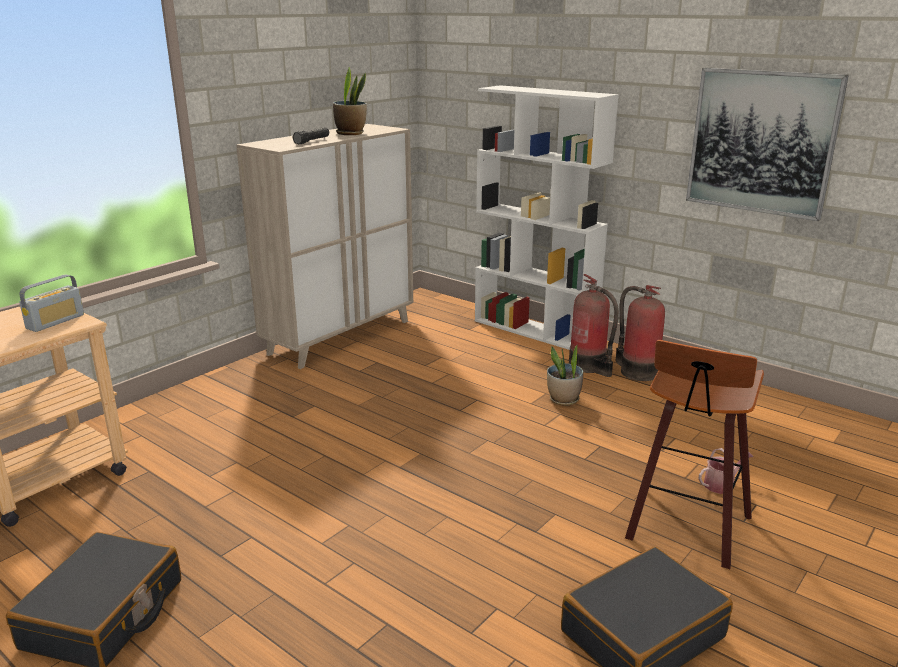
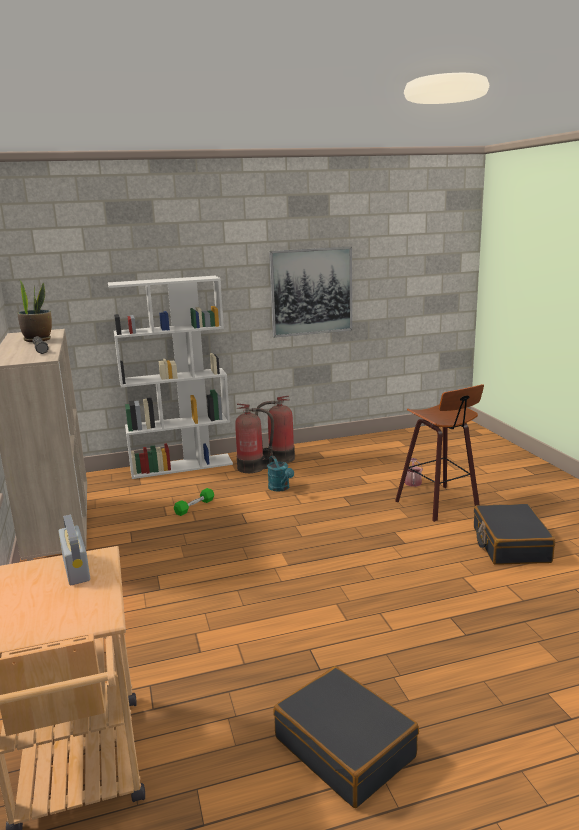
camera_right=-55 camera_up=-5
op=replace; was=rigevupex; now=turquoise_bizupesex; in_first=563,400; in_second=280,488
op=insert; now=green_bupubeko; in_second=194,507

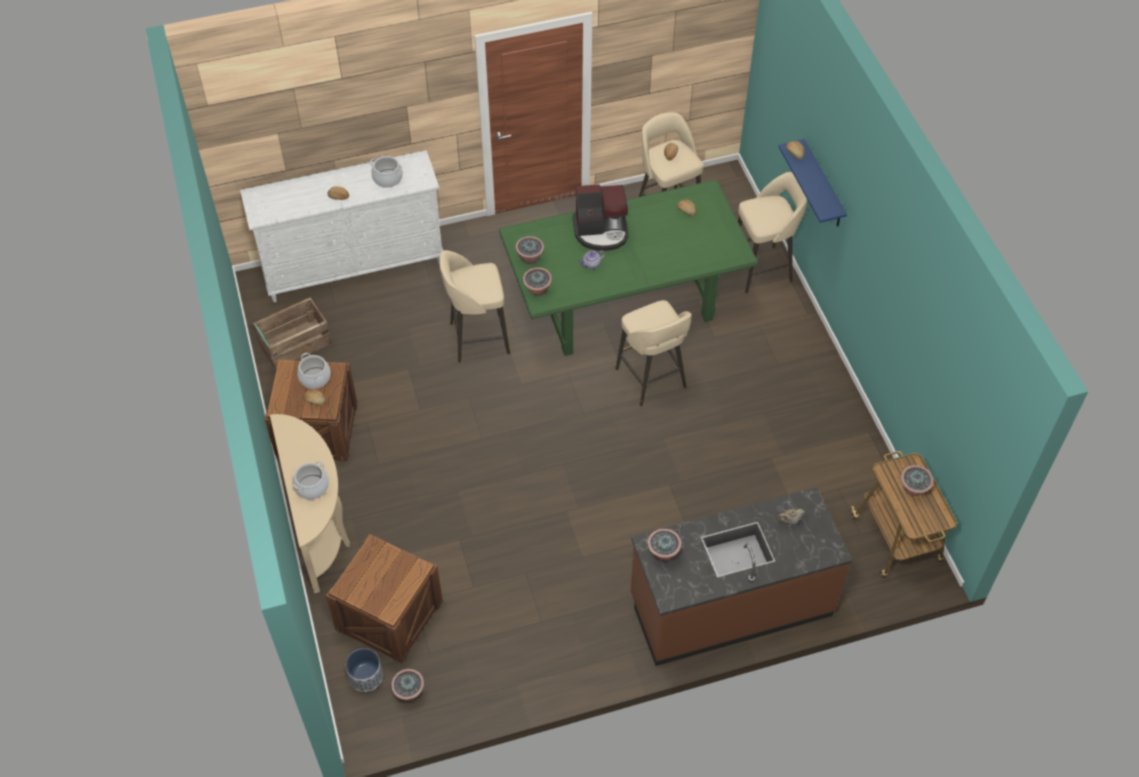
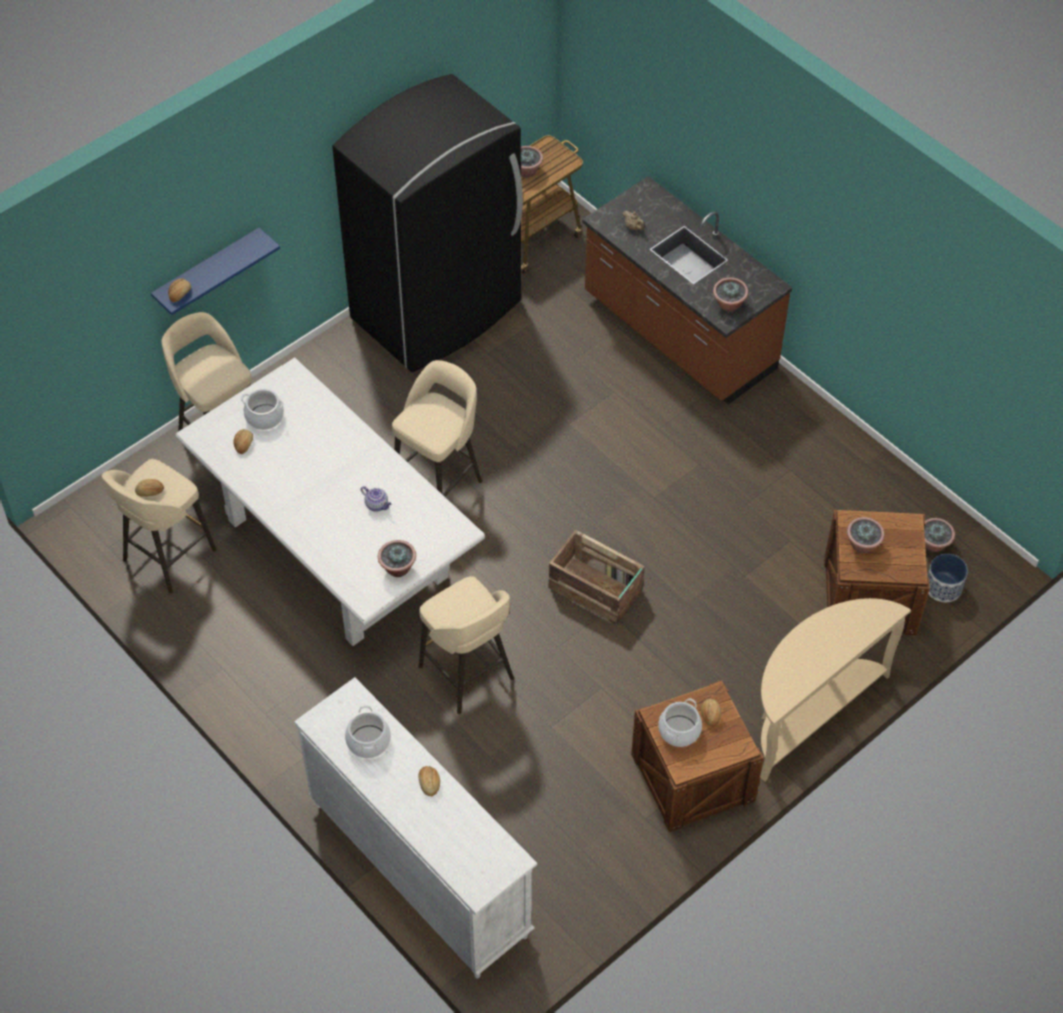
camera_right=-115 camera_up=0
op=recolor; was=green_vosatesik; now=white_vosatesik; in_first=624,303; in_second=338,549
op=delete; was=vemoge; in_first=601,231
op=move; was=rigevupex; in_first=537,290; in_second=862,545
op=move; was=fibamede; in_first=294,344; in_second=596,590
op=move; was=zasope; in_first=312,487; in_second=264,417
op=insert; now=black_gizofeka; in_second=438,311

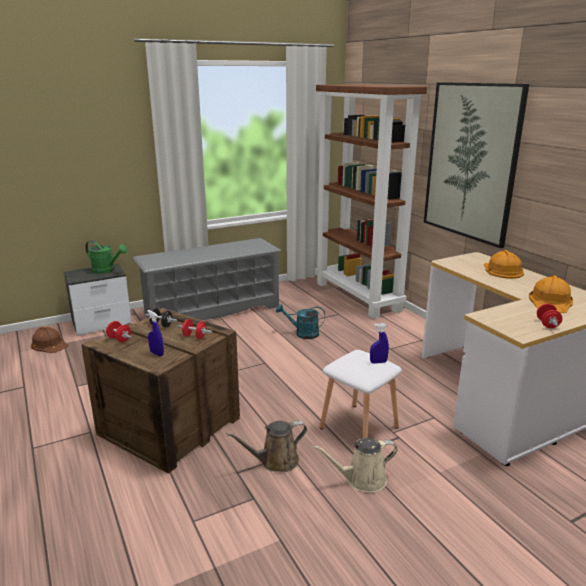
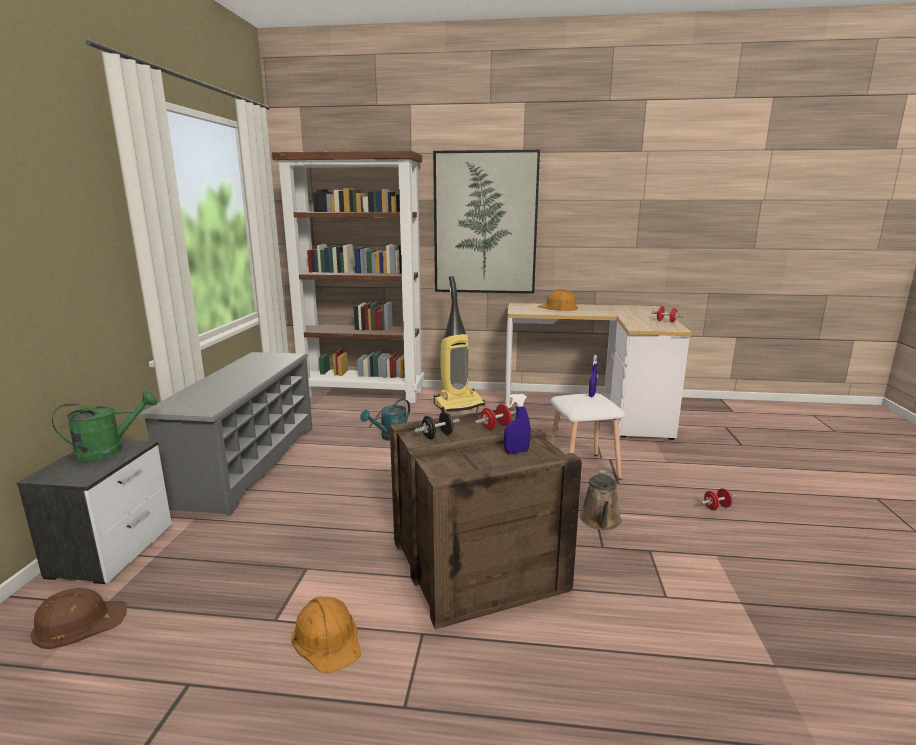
camera_right=-55 camera_up=-5
op=move; was=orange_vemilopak; in_first=551,301; in_second=327,638
op=move; was=red_bupubeko; in_first=119,339; in_second=716,507
op=delete; was=beige_bizupesex; in_first=362,480
op=insert; now=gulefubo; in_second=459,405

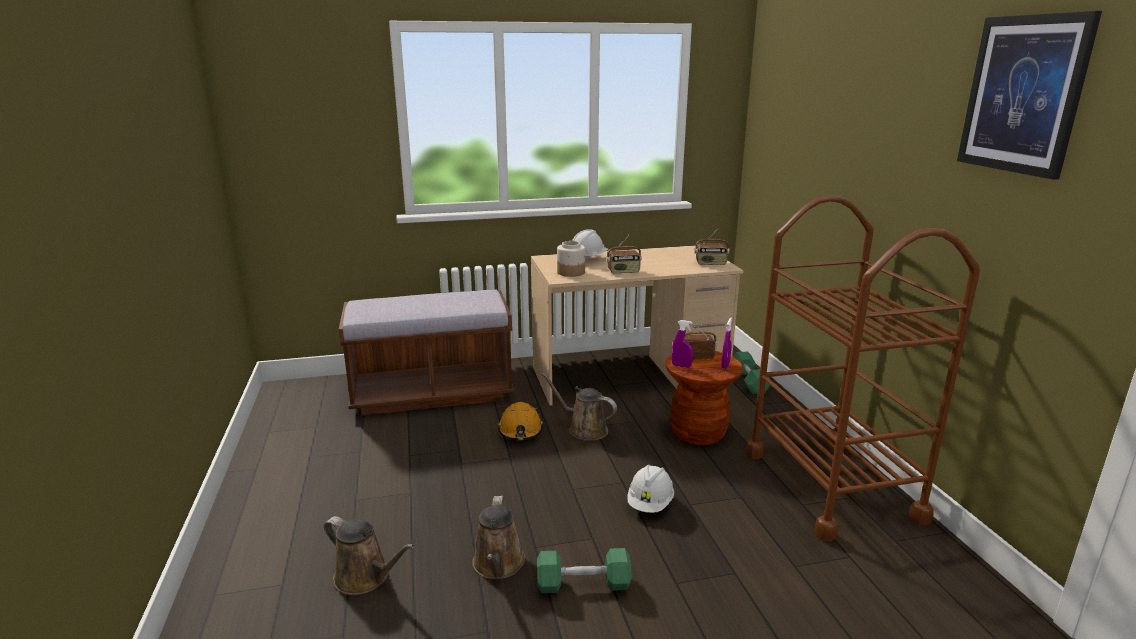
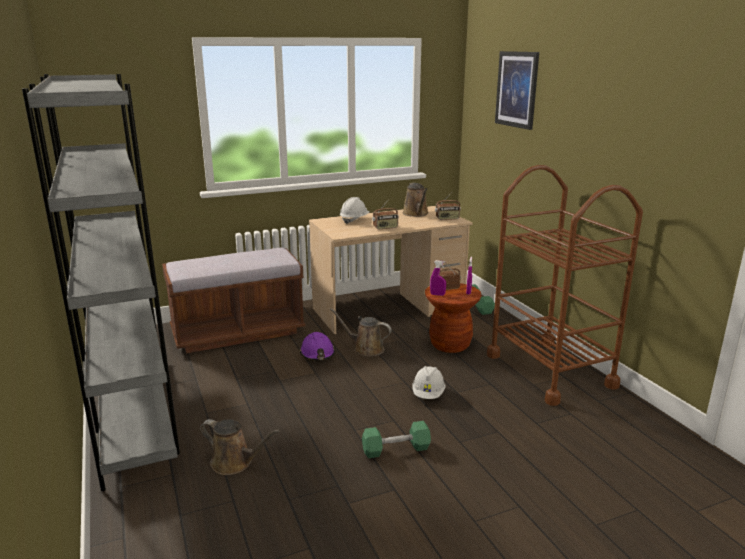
camera_right=-10 camera_up=0
op=move; was=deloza; in_first=1023,94; in_second=517,89
op=delete; was=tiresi; in_first=571,272
op=recolor; was=orange_vemilopak; now=purple_vemilopak; in_first=520,431; in_second=317,354
op=move; was=brown_bizupesex; in_first=498,565; in_second=416,214
op=insert; now=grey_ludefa; in_second=134,415

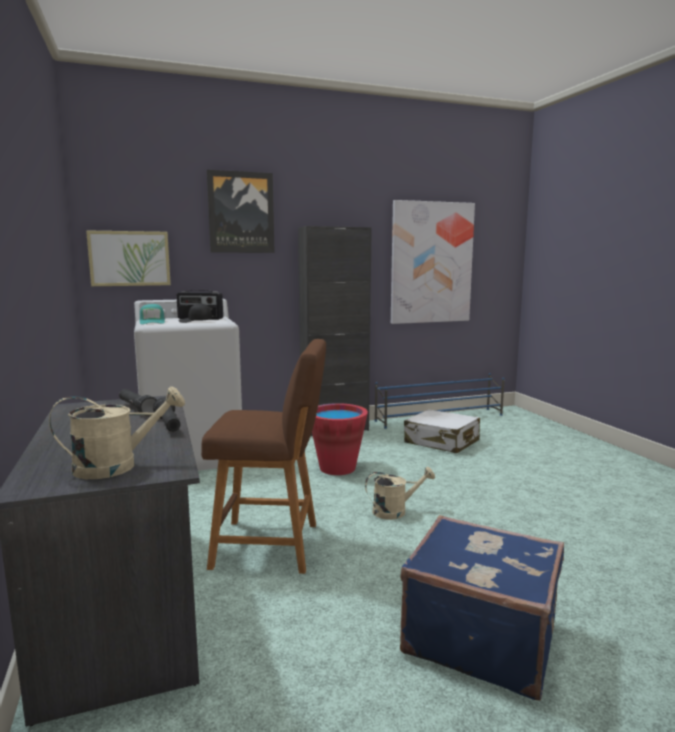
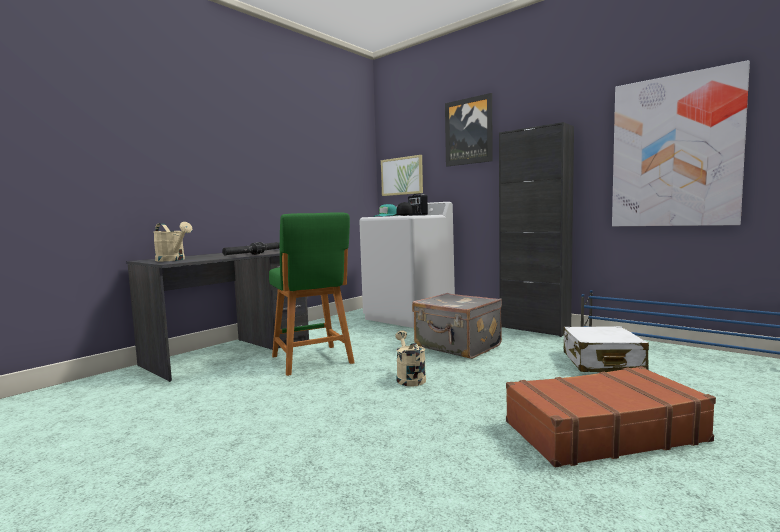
camera_right=60 camera_up=-5
op=recolor; was=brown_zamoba; now=green_zamoba; in_first=272,545; in_second=313,361
op=replace; was=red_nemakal; now=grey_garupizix; in_first=337,468; in_second=457,347
op=rotate; was=beige_bizupesex; in_first=395,511; in_second=409,378; clockwise=-150
op=delete; was=blue_garupizix; in_first=480,637
op=insert; now=brown_garupizix; in_second=602,431

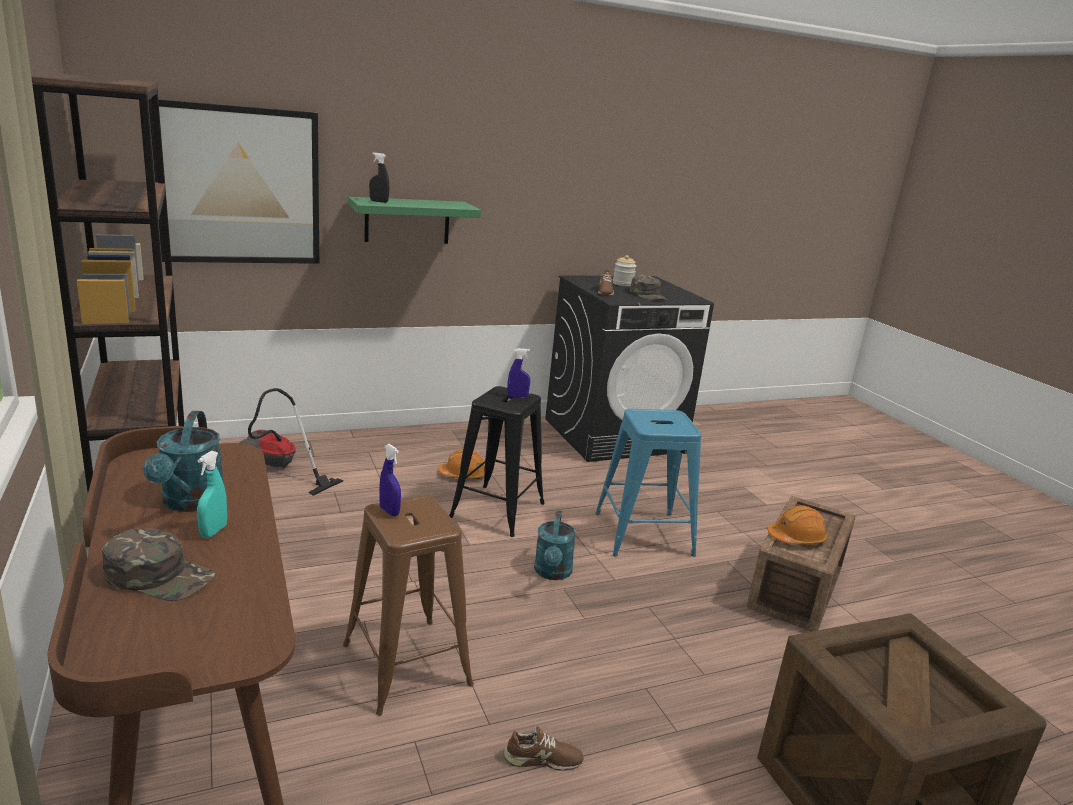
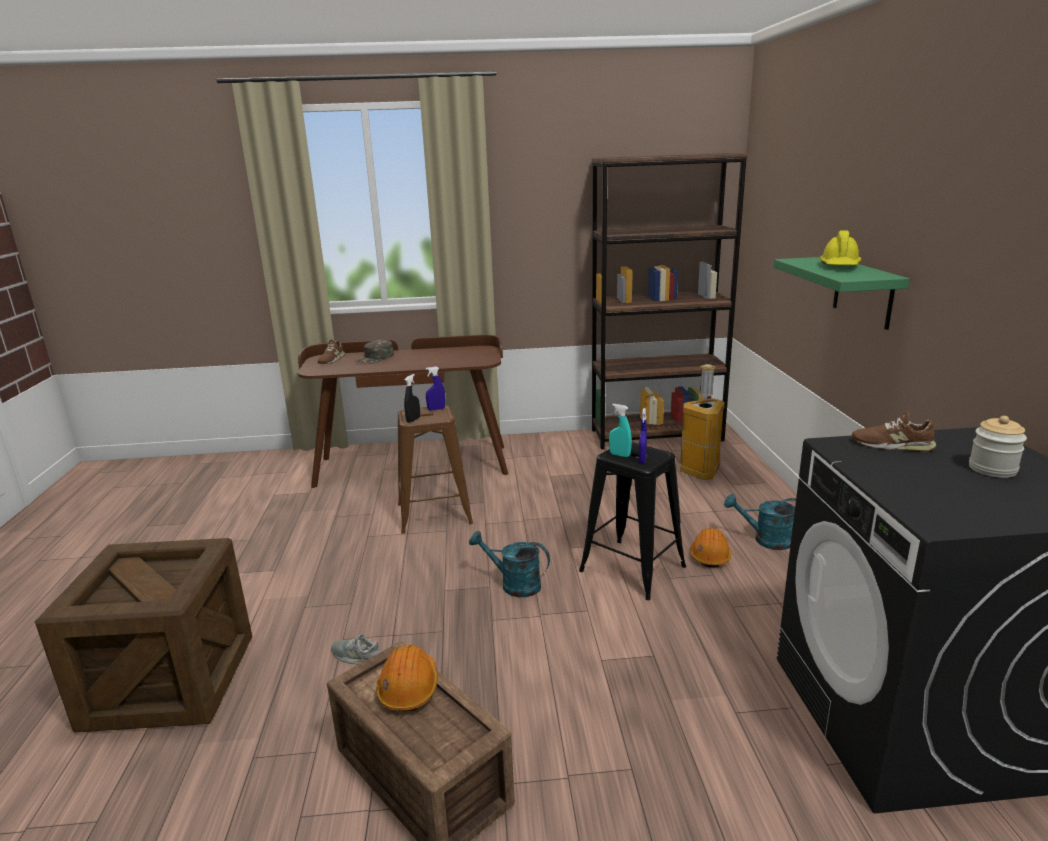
camera_right=110 camera_up=0
op=delete; was=deloza; in_first=239,186
op=move; was=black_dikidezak; in_first=379,201; in_second=413,420
op=delete; was=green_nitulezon; in_first=648,295
op=replace; was=gulefubo; now=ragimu; in_first=277,468; in_second=702,471
op=delete; was=blue_zamoba; in_first=643,534
op=move; was=turquoise_bizupesex; in_first=190,503; in_second=766,540
op=move; was=turquoise_dikidezak; in_first=213,531; in_second=619,455
op=move; was=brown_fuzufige; in_first=542,759; in_second=331,359
op=insert; now=yellow_vemilopak; in_second=839,266
op=insert; now=grey_fuzufige; in_second=357,657

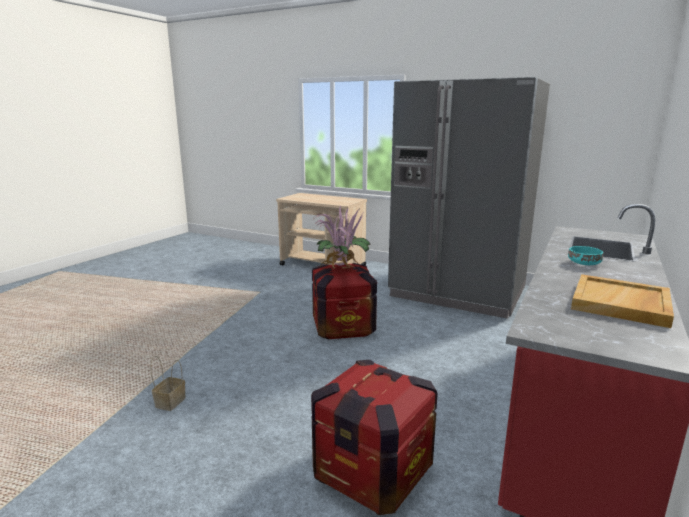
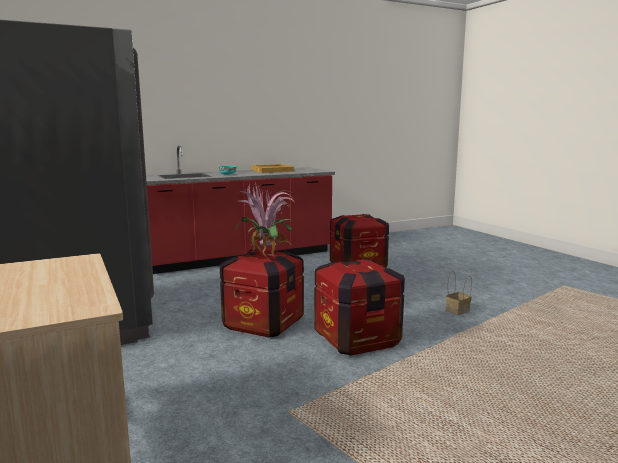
camera_right=-145 camera_up=-5
op=insert; now=fibamede; in_second=357,339

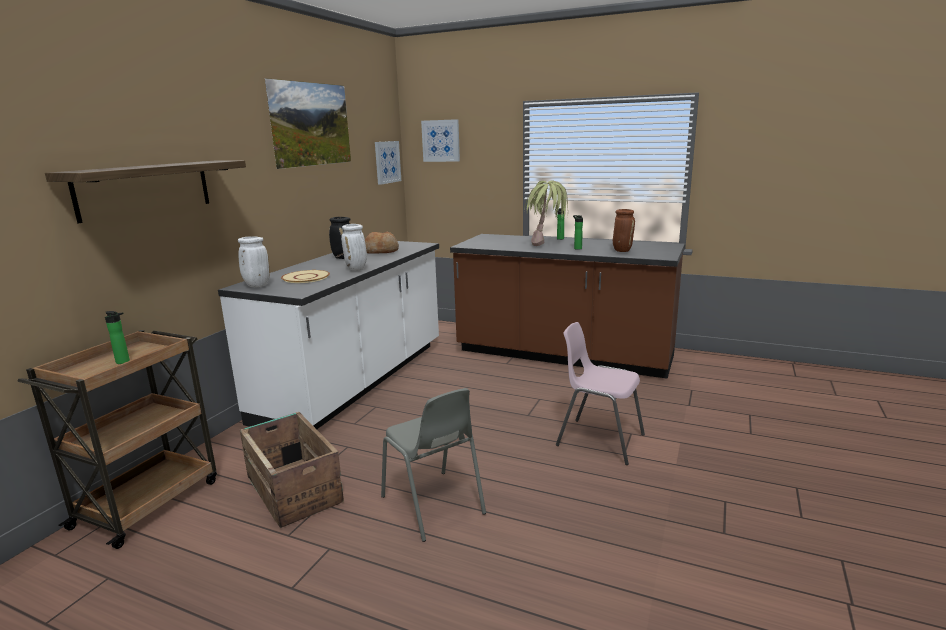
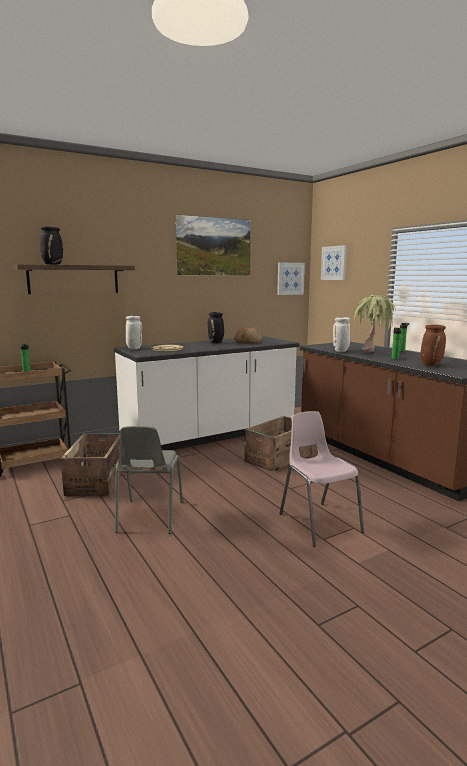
camera_right=35 camera_up=-5
op=move; was=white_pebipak; in_first=356,269; in_second=341,351
op=insert; now=black_pebipak; in_second=53,264
op=insert; now=fibamede; in_second=277,458

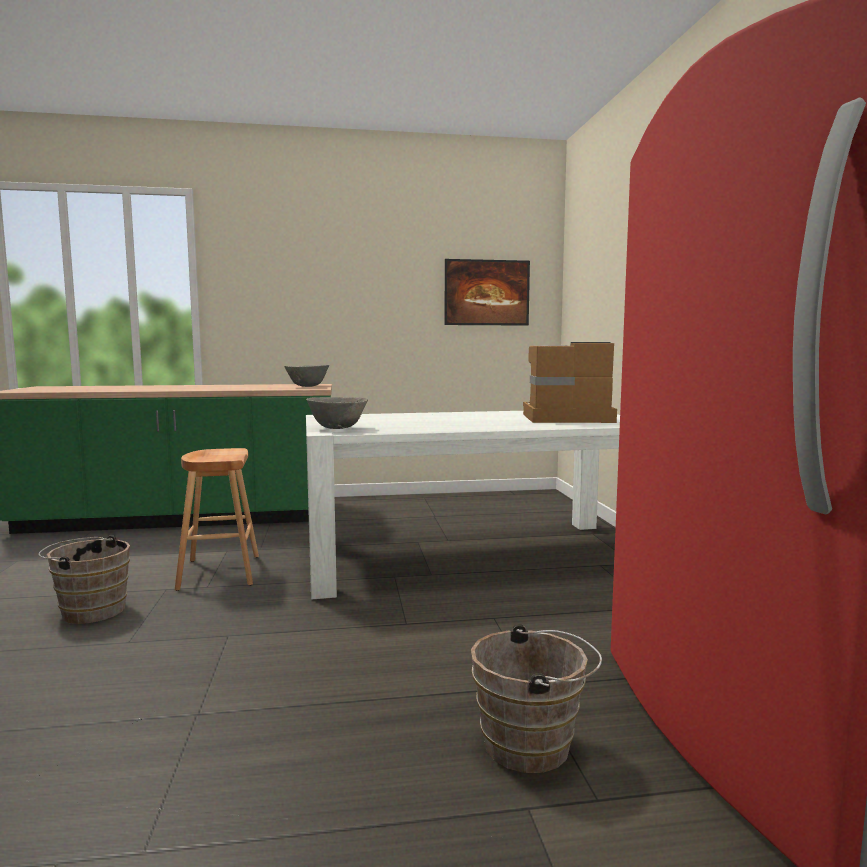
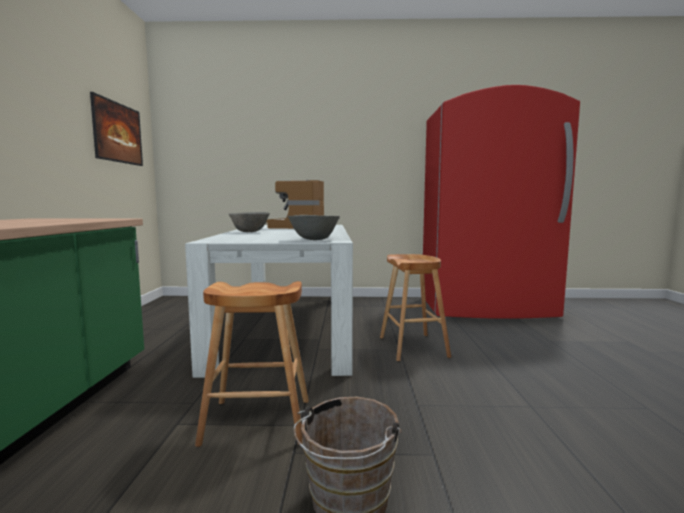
camera_right=-80 camera_up=0
op=move; was=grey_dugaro; in_first=307,386; in_second=250,232
op=delete; was=brown_nemakal; in_first=534,745
op=insert; now=brown_zamoba; in_second=412,347

